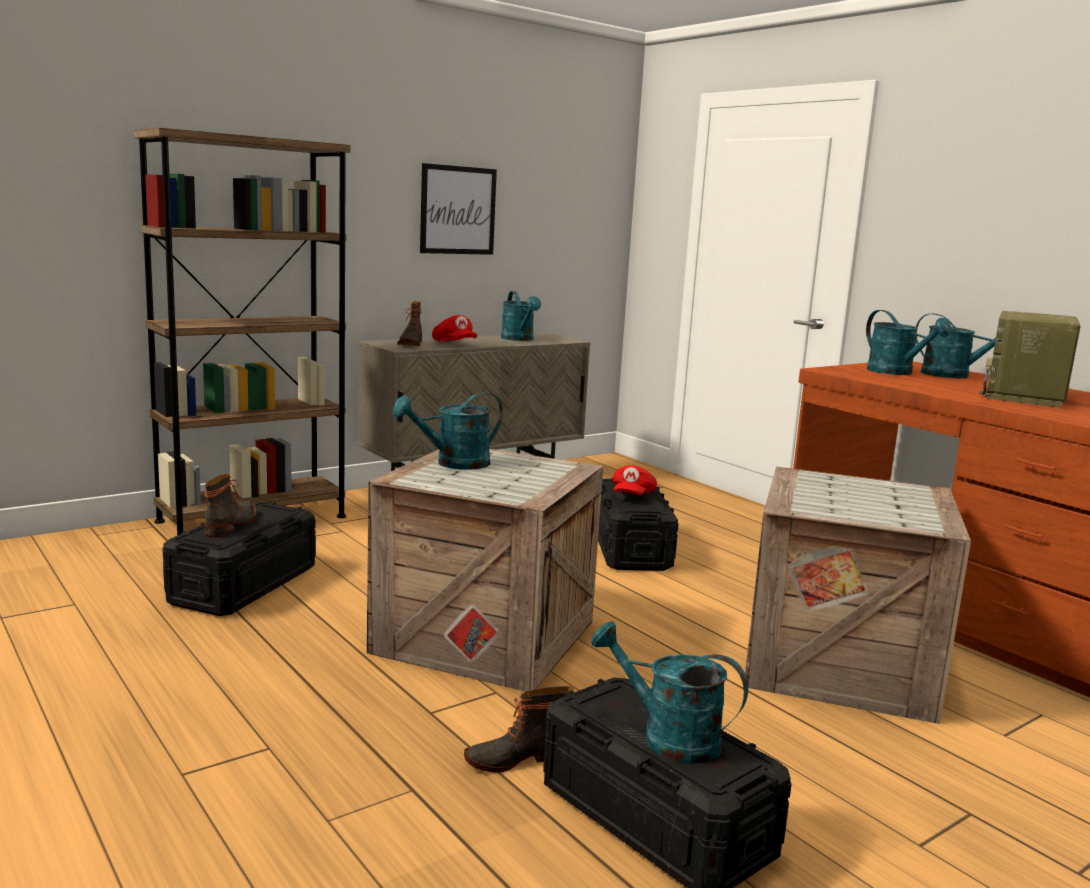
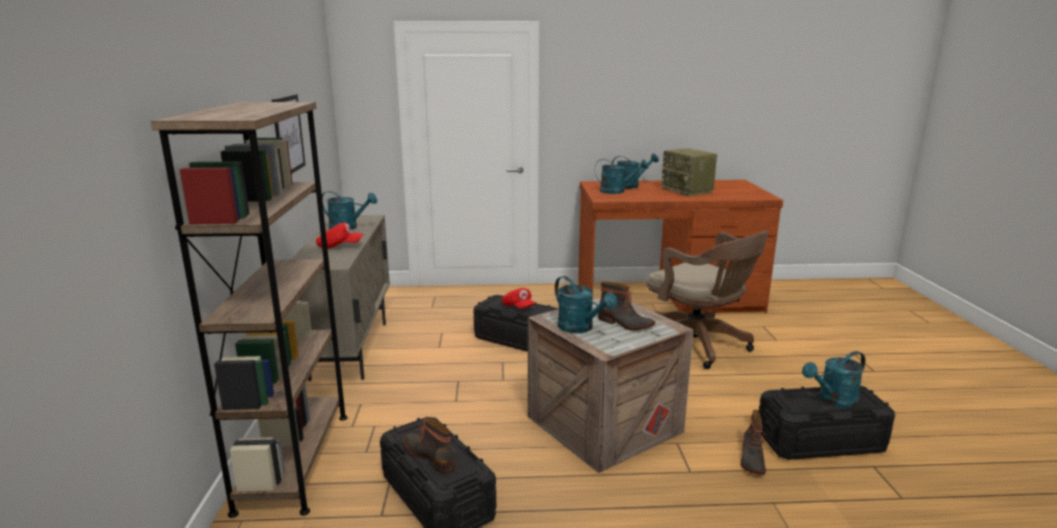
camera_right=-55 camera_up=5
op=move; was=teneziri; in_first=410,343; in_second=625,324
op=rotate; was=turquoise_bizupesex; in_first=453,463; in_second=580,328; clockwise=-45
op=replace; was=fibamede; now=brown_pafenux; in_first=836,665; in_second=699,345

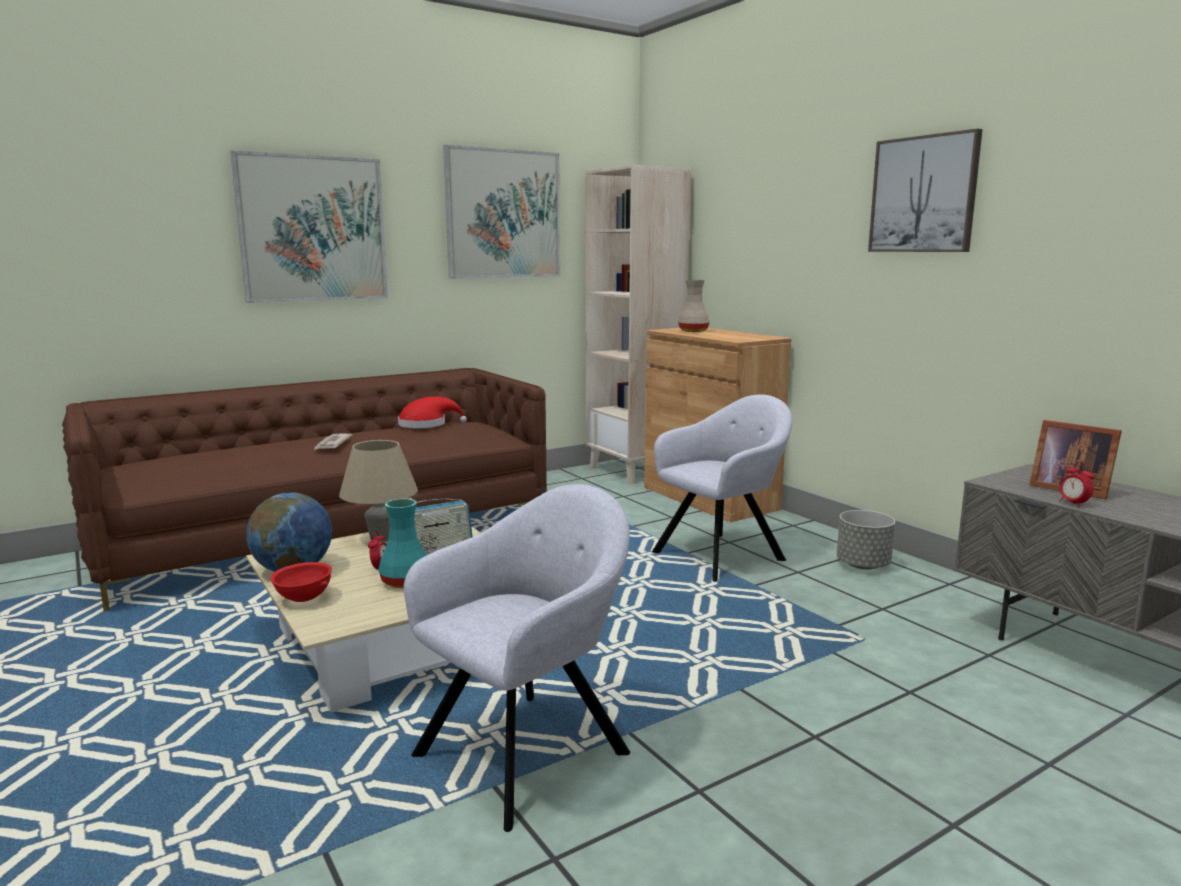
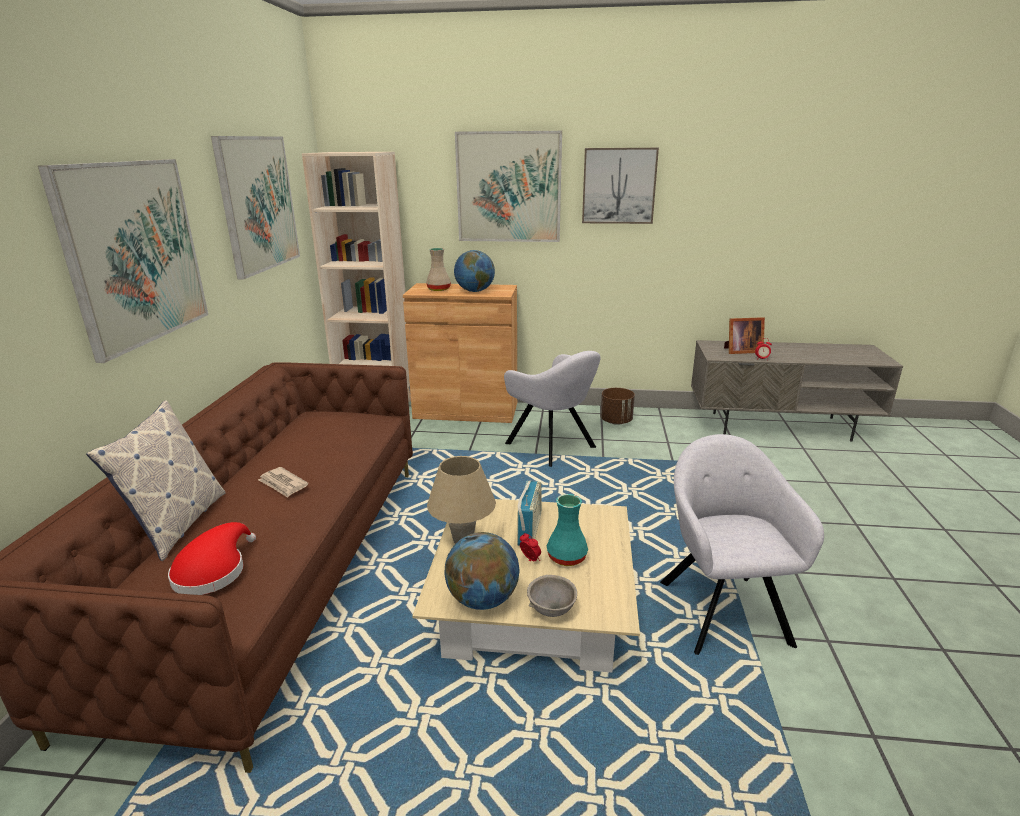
camera_right=-50 camera_up=10
op=rotate; was=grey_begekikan; in_first=722,555; in_second=553,446; clockwise=135
op=move; was=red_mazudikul; in_first=426,425; in_second=213,571
op=recolor; was=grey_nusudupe; now=brown_nusudupe; in_first=863,565; in_second=616,421
op=recolor; was=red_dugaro; now=grey_dugaro; in_first=303,599; in_second=552,610
op=insert; now=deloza; in_second=508,187
op=insert; now=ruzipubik; in_second=475,291
op=insert; now=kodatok; in_second=178,524

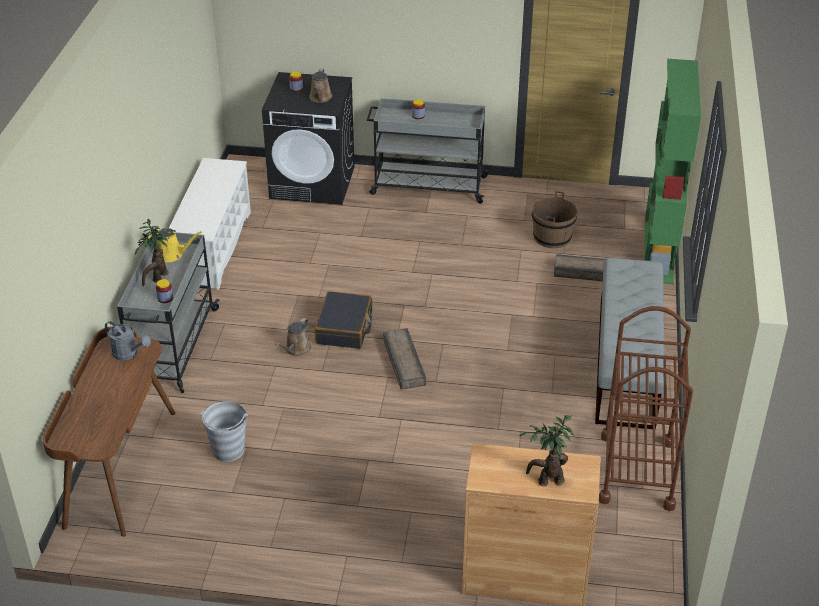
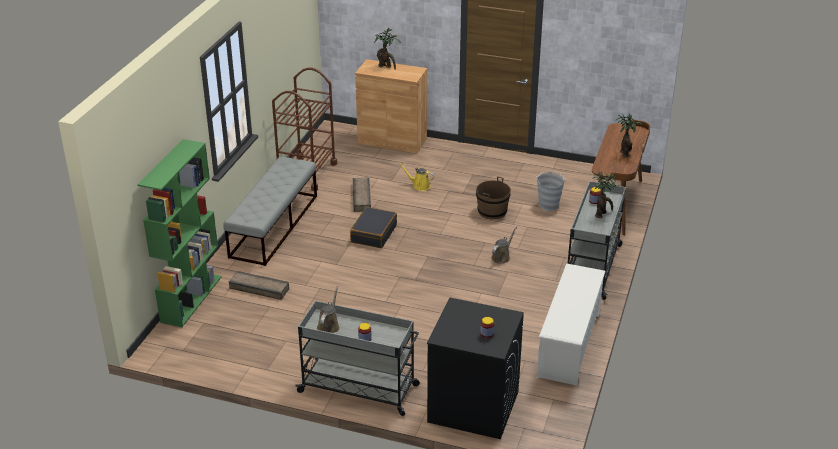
camera_right=-170 camera_up=-5
op=move; was=brown_bizupesex; in_first=320,98; in_second=329,326
op=move; was=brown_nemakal; in_first=552,237; in_second=492,211
op=move; was=yellow_bizupesex; in_first=172,254; in_second=419,186
op=move; was=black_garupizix; in_first=345,328; in_second=373,234
op=delete; was=grey_bizupesex; in_first=129,354
op=move; was=fibamede; in_first=403,362; in_second=362,197
op=insert; now=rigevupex; in_second=625,153

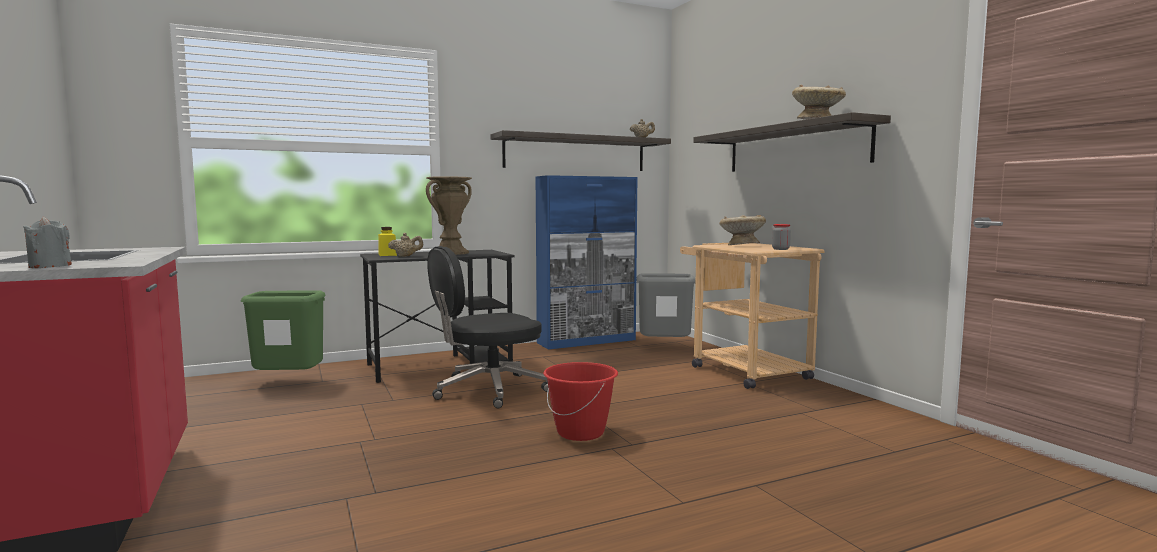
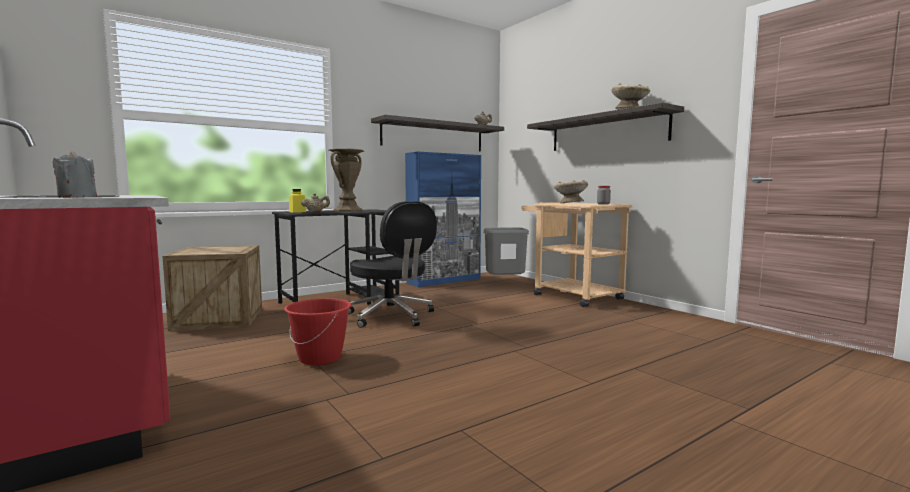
camera_right=-10 camera_up=0
op=rotate; was=black_pafenux; in_first=488,390; in_second=391,316; clockwise=-90
op=replace; was=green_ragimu; now=fibamede; in_first=290,382; in_second=219,318
op=move; was=red_nemakal; in_first=581,432; in_second=320,358

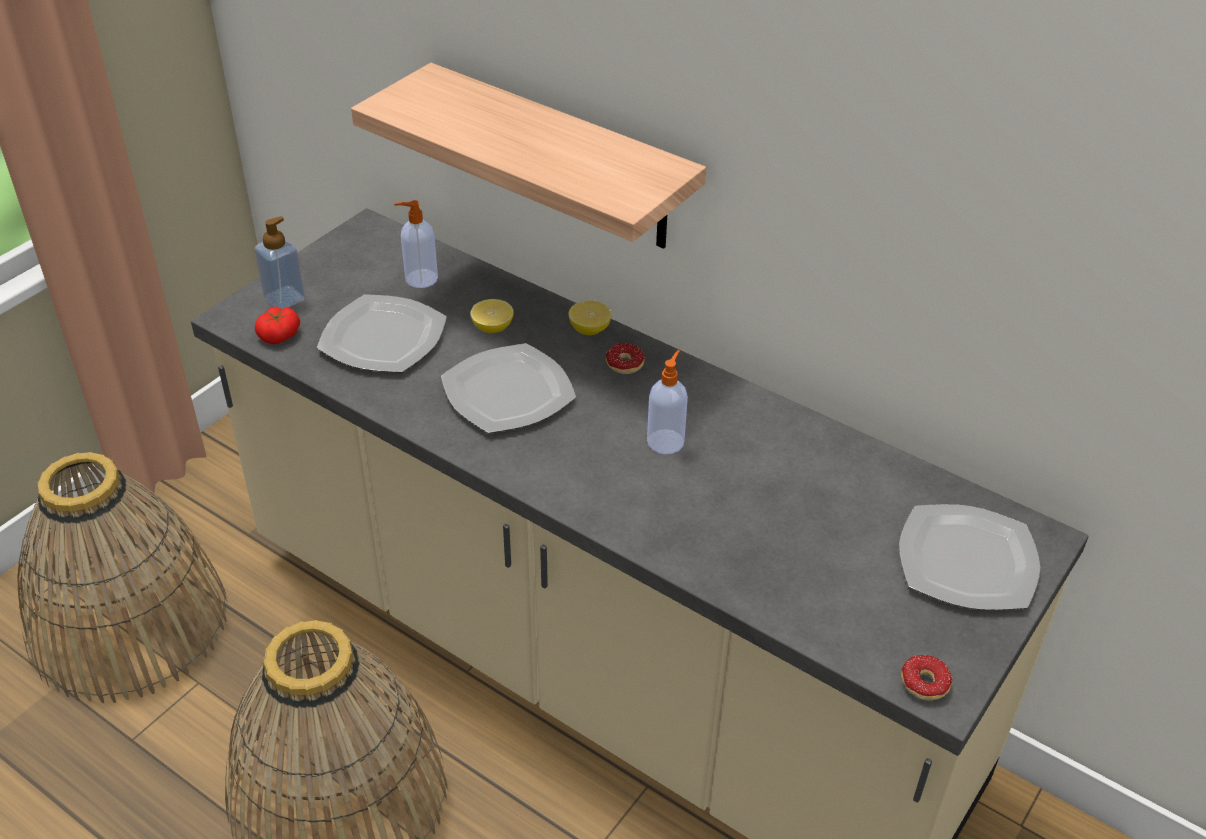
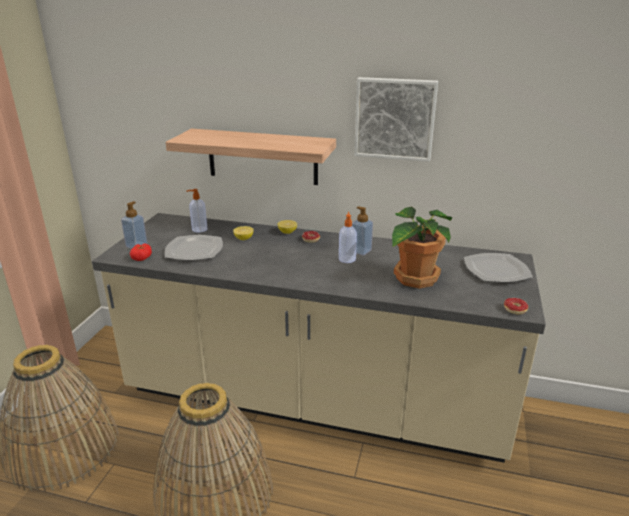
camera_right=-20 camera_up=-15
op=delete; was=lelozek; in_first=508,393
op=insert; now=deloza; in_second=395,118
op=insert; now=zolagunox; in_second=361,251
op=insert; now=rigevupex; in_second=414,278

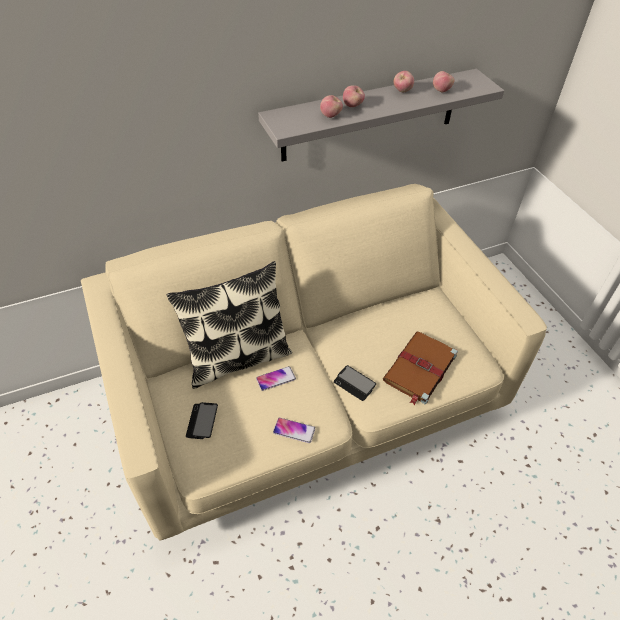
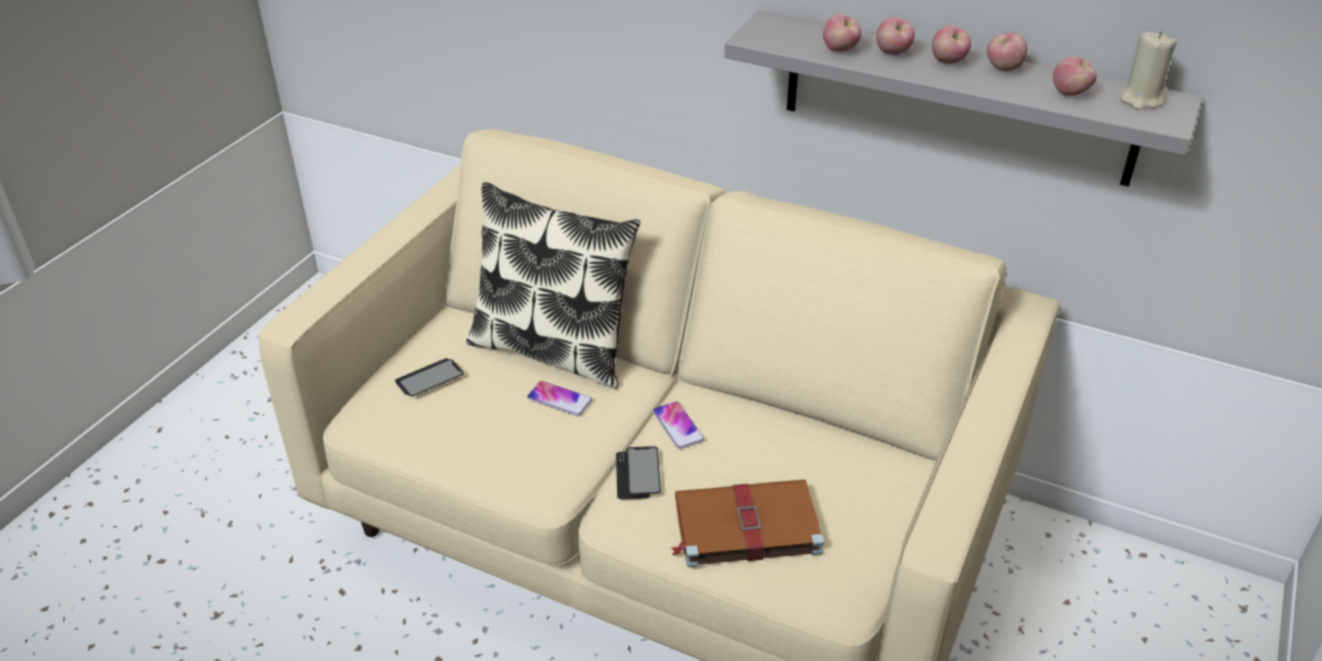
camera_right=50 camera_up=-10
op=move; was=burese; in_first=294,430; in_second=678,426
op=insert; now=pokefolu; in_second=948,62
op=insert; now=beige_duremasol; in_second=1141,100

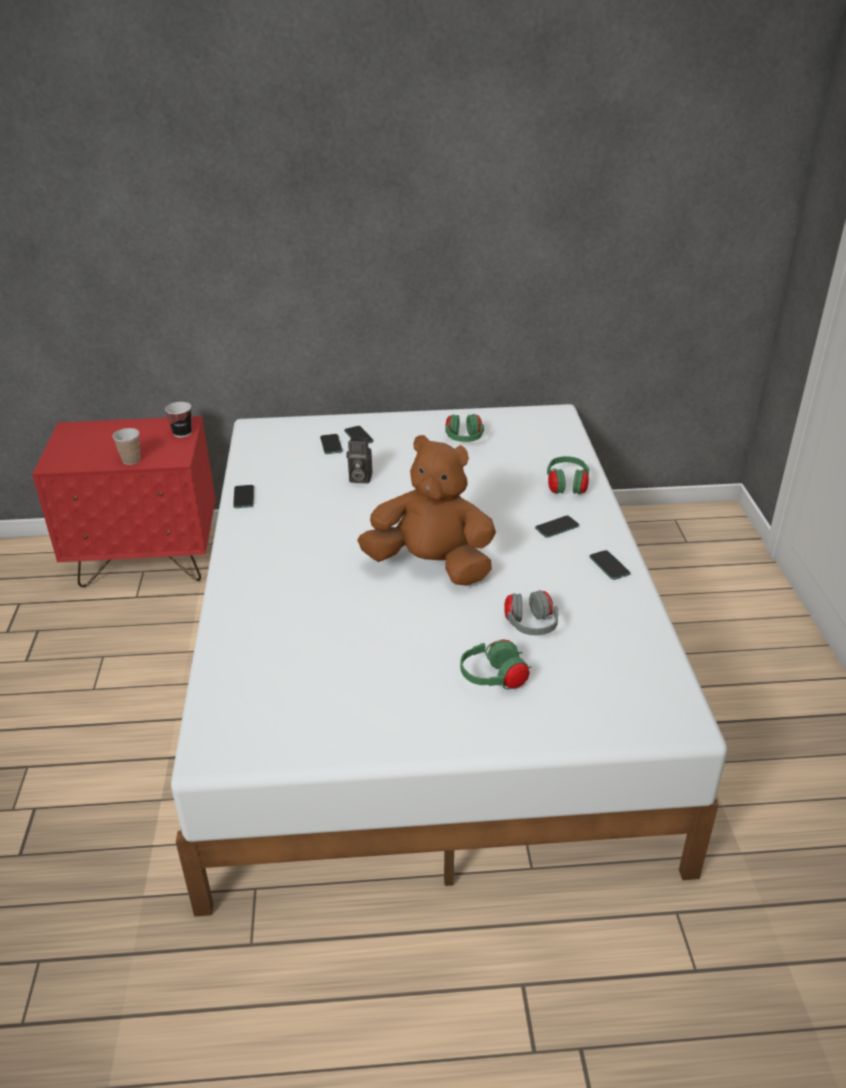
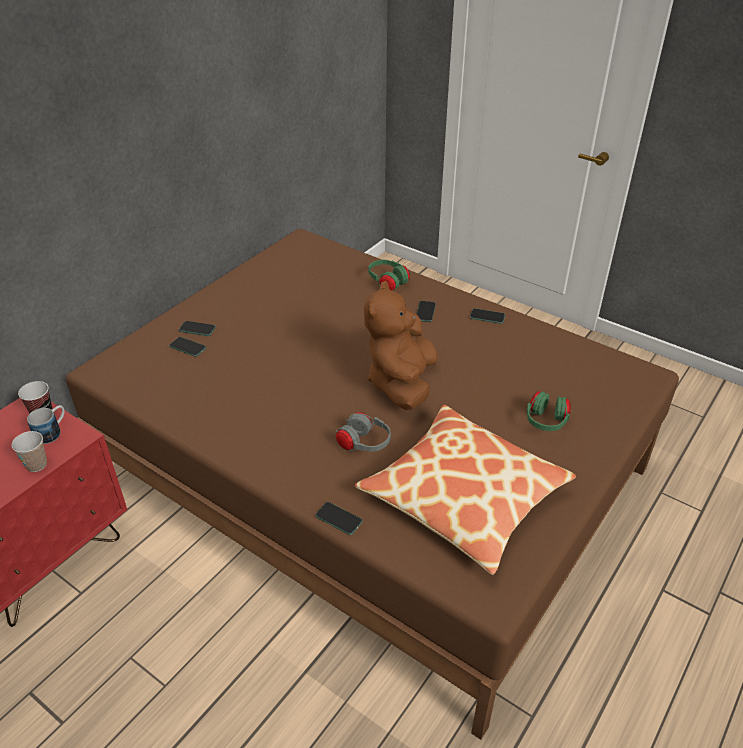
camera_right=-50 camera_up=5
op=recolor; was=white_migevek; now=brown_migevek; in_first=425,667; in_second=371,471
op=delete; was=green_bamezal; in_first=464,441
op=rotate; was=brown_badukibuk; in_first=431,565; in_second=401,383; clockwise=-45
op=delete; was=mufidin; in_first=359,478
op=move; was=burese; in_first=244,497; in_second=338,519
op=move; was=grey_bamezal; in_first=530,627; in_second=363,444
op=insert; now=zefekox; in_second=52,431
op=insert; now=kodatok; in_second=463,497

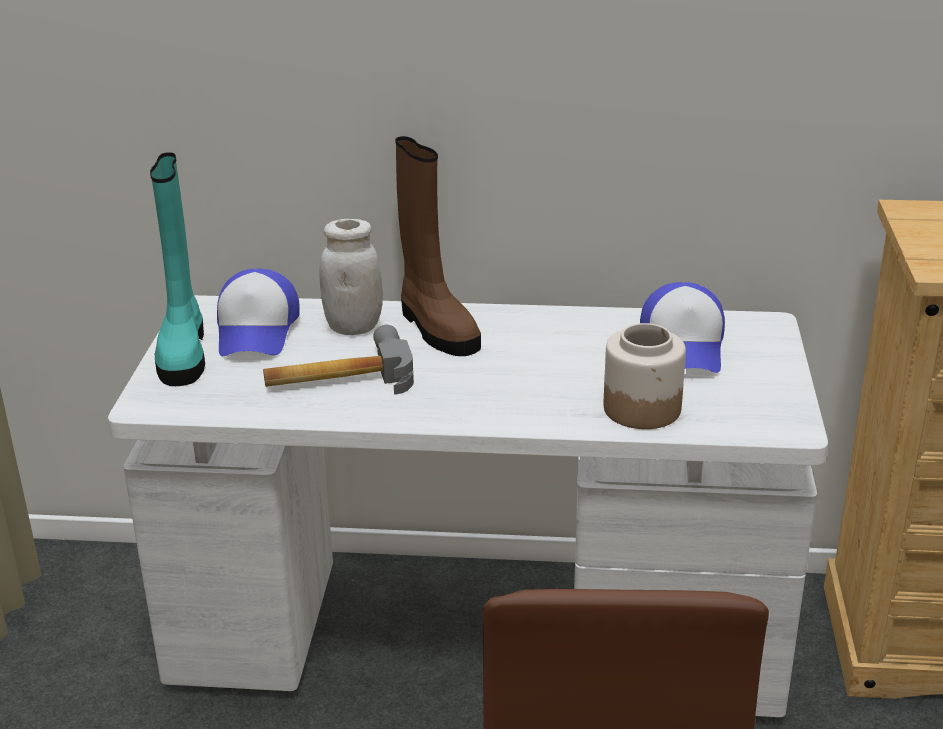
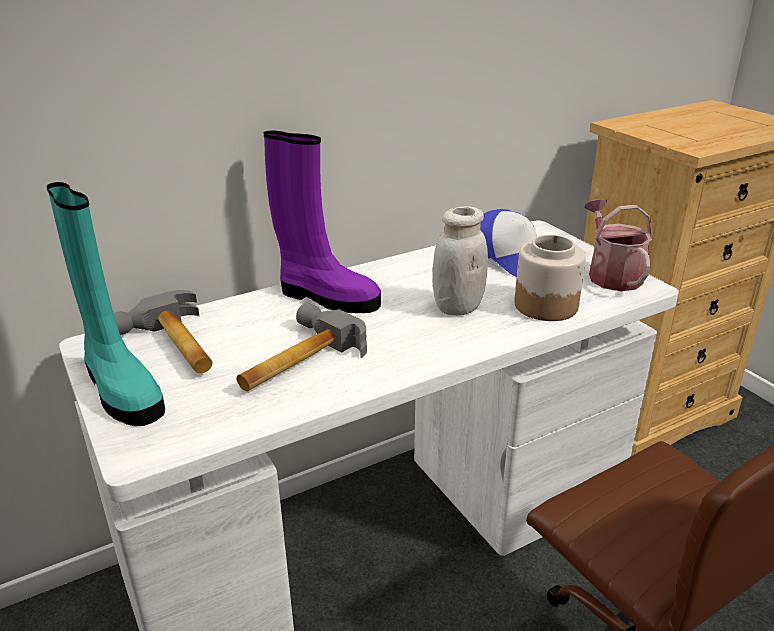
camera_right=-35 camera_up=0
op=recolor; was=brown_teneziri; now=purple_teneziri; in_first=436,328; in_second=326,298
op=move; was=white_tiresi; in_first=353,327; in_second=457,307
op=replace; was=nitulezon; now=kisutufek; in_first=257,330; in_second=173,347
op=insert; now=bizupesex; in_second=611,274

